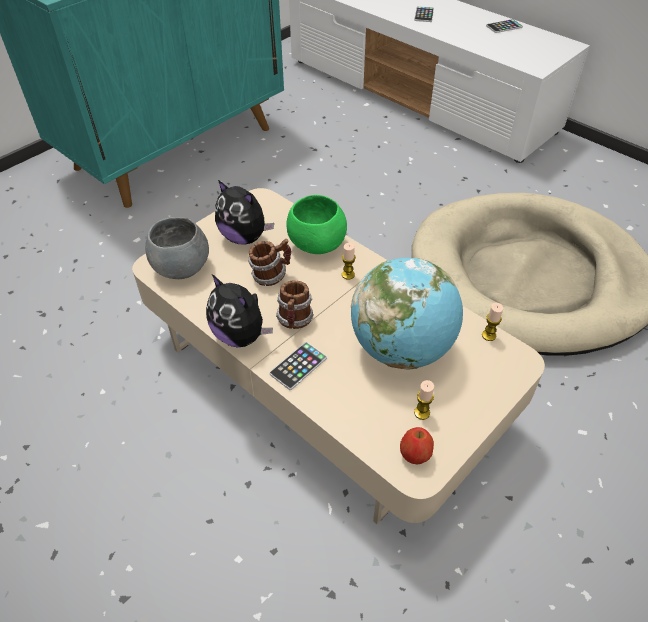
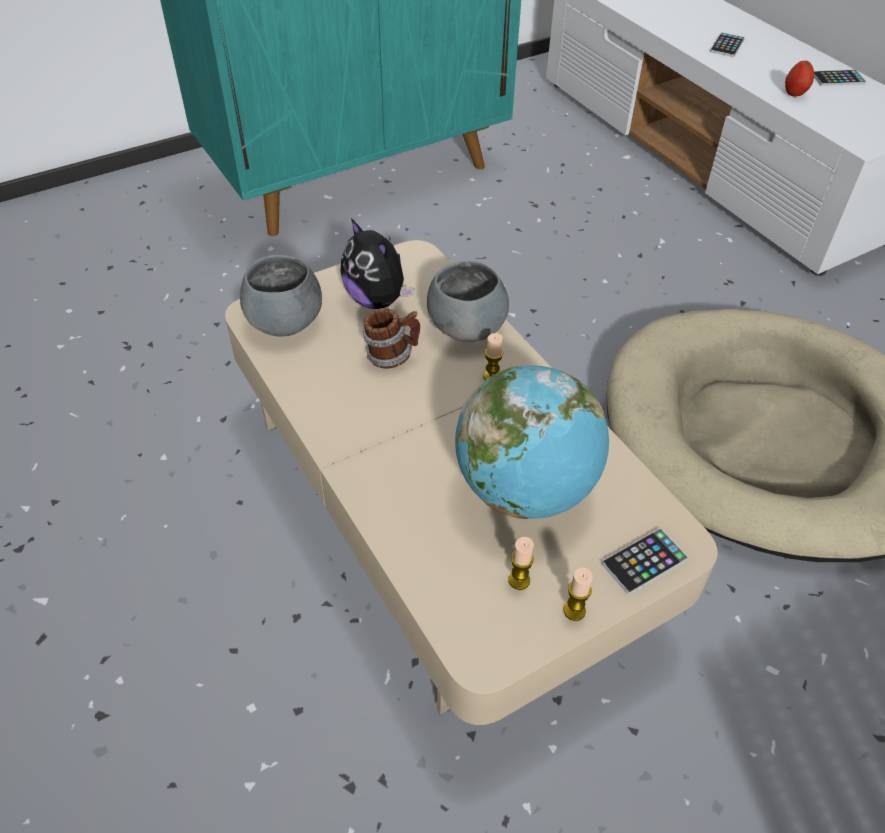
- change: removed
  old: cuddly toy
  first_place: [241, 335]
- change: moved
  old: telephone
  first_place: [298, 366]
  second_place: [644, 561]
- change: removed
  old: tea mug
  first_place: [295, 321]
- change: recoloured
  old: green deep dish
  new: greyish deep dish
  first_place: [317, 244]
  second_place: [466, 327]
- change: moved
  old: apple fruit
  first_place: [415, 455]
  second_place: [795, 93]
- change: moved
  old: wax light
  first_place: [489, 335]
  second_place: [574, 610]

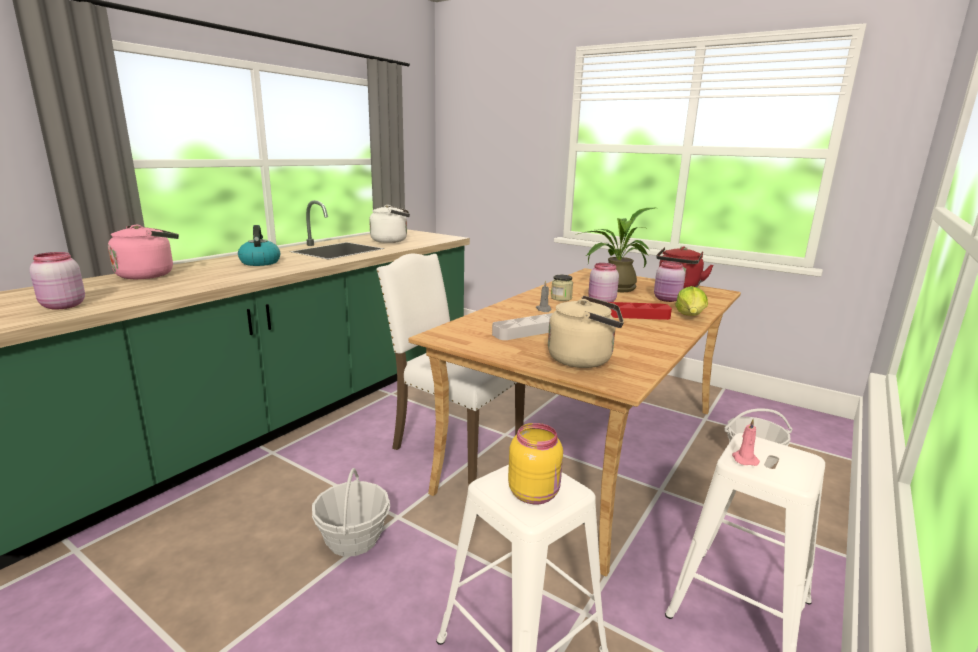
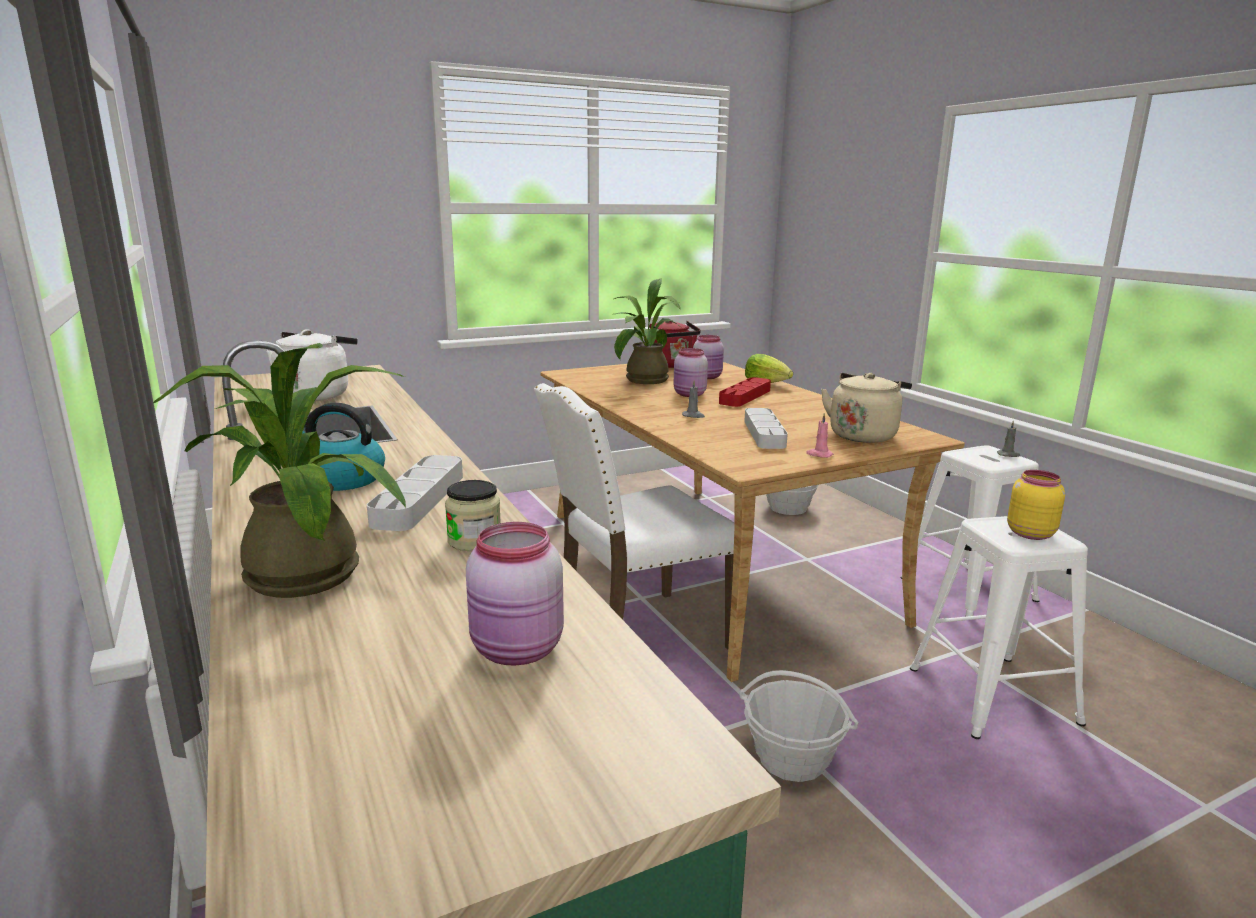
- change: replaced
  old: pink-coloured tea kettle
  new: houseplant
  first_place: [149, 275]
  second_place: [302, 570]
- change: moved
  old: preserve jar
  first_place: [561, 298]
  second_place: [474, 540]
- change: moved
  old: pink-coloured wax light
  first_place: [744, 459]
  second_place: [819, 455]
- change: added
  new: greyish serving tray
  second_place: [419, 499]
- change: added
  new: greyish wax light
  second_place: [1008, 455]

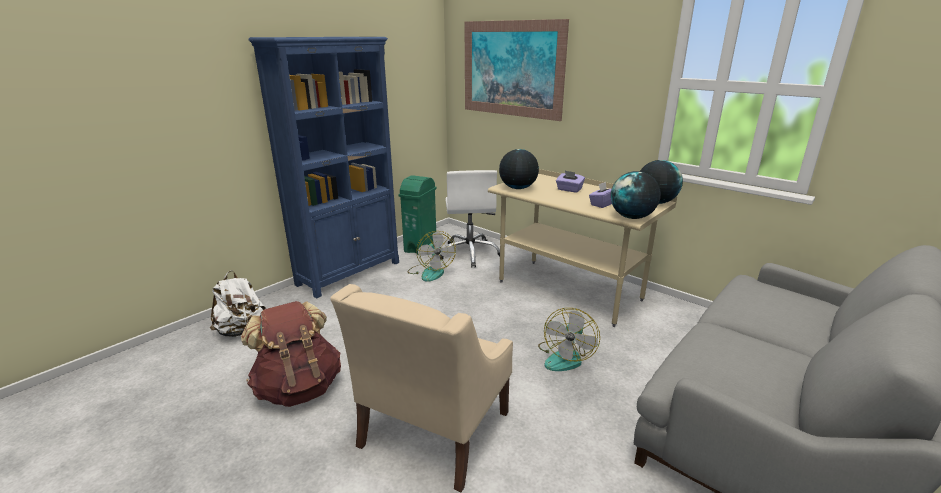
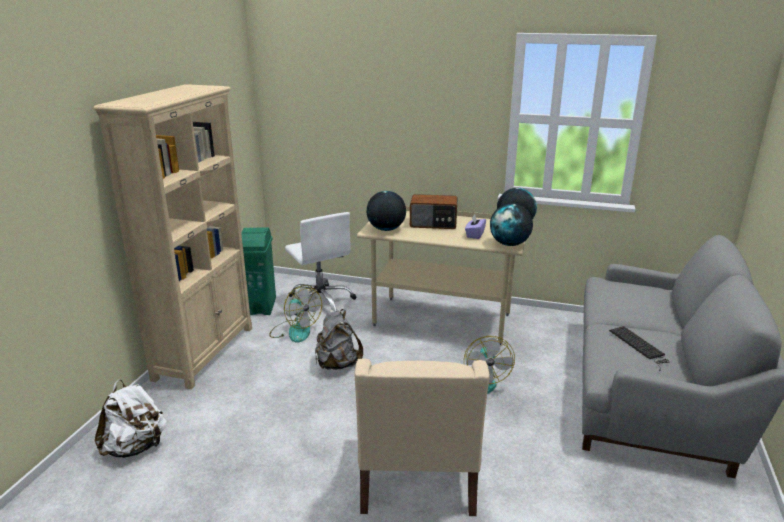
- change: removed
  old: brownish rucksack
  first_place: [299, 388]
- change: recoloured
  old: bluish shelving unit
  new: beige-coloured shelving unit
  first_place: [350, 273]
  second_place: [205, 352]
- change: removed
  old: wall art
  first_place: [511, 69]
- change: replaced
  old: purplish box of tissues
  new: radio
  first_place: [569, 190]
  second_place: [433, 223]
- change: added
  new: greyish rucksack
  second_place: [337, 364]
- change: added
  new: computer keyboard
  second_place: [640, 347]

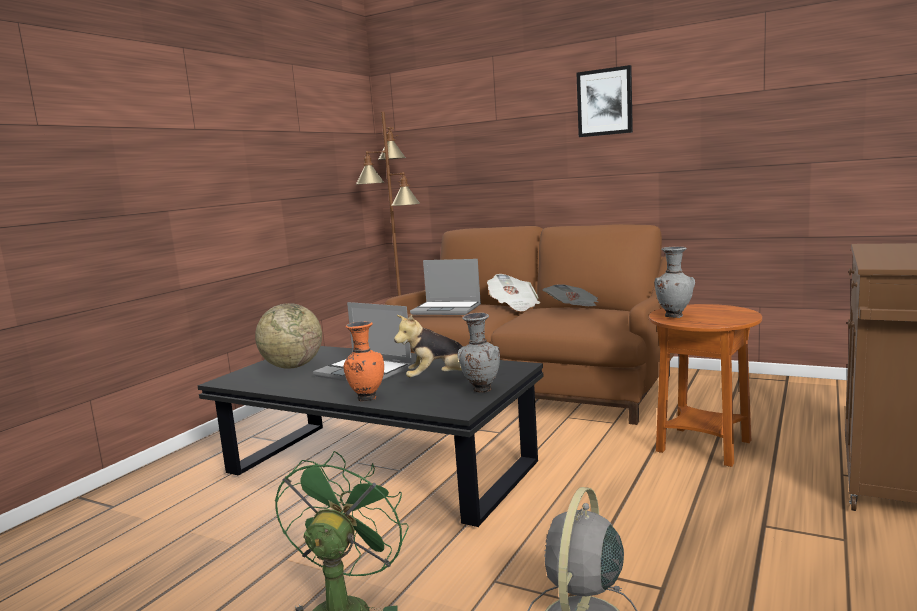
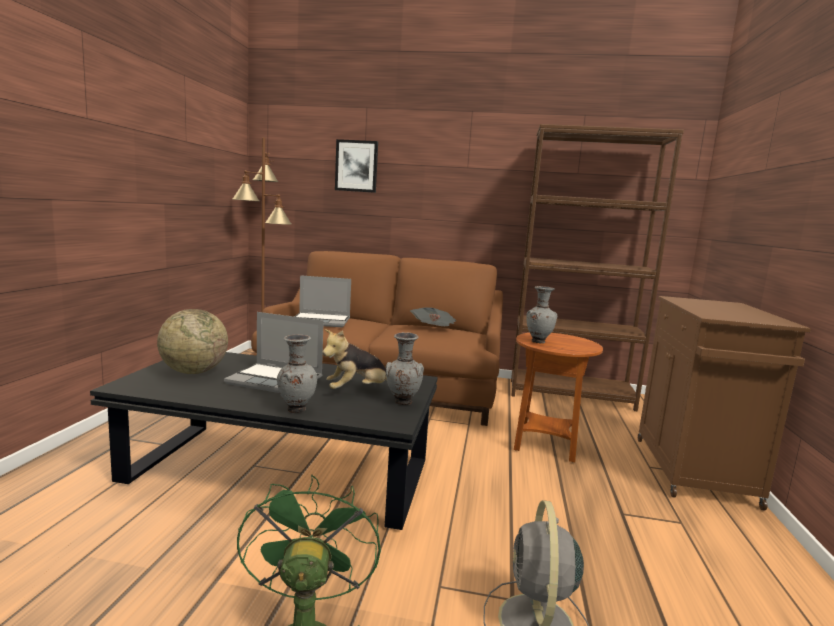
- change: recoloured
  old: orange flower vase
  new: greyish flower vase
  first_place: [366, 398]
  second_place: [296, 409]
- change: removed
  old: newspaper
  first_place: [514, 306]
- change: moved
  old: wall art
  first_place: [605, 102]
  second_place: [356, 166]
- change: added
  new: brownish shelving unit
  second_place: [570, 395]

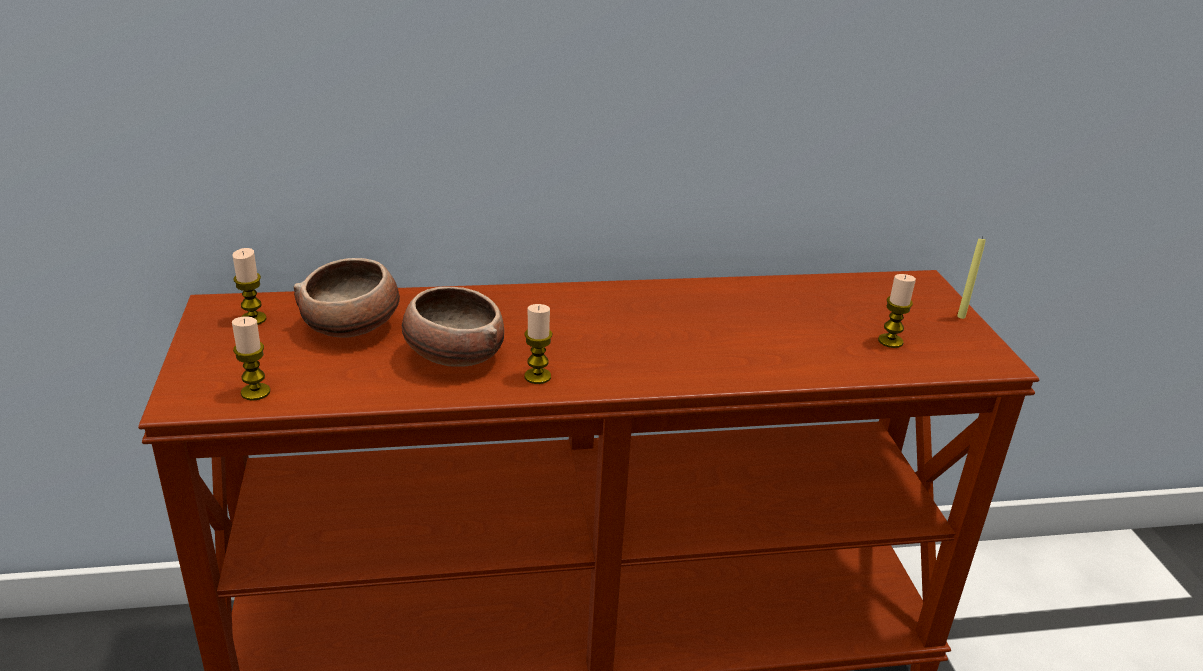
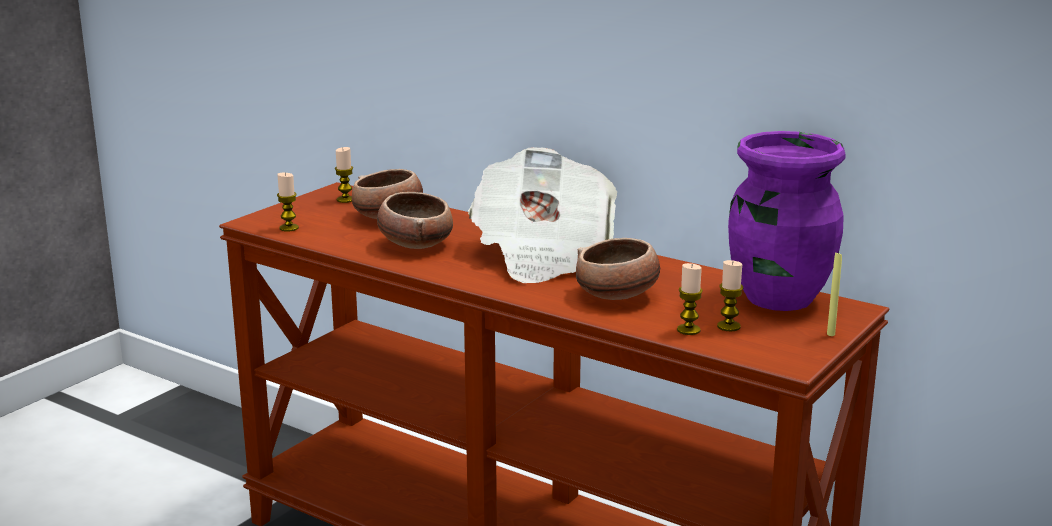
- change: moved
  old: wax light
  first_place: [537, 376]
  second_place: [688, 330]
- change: added
  new: newspaper
  second_place: [543, 255]
- change: added
  new: deep dish
  second_place: [618, 295]
- change: added
  new: purplish flower vase
  second_place: [778, 298]

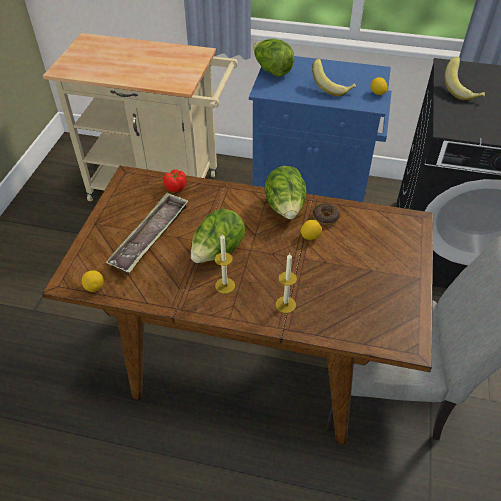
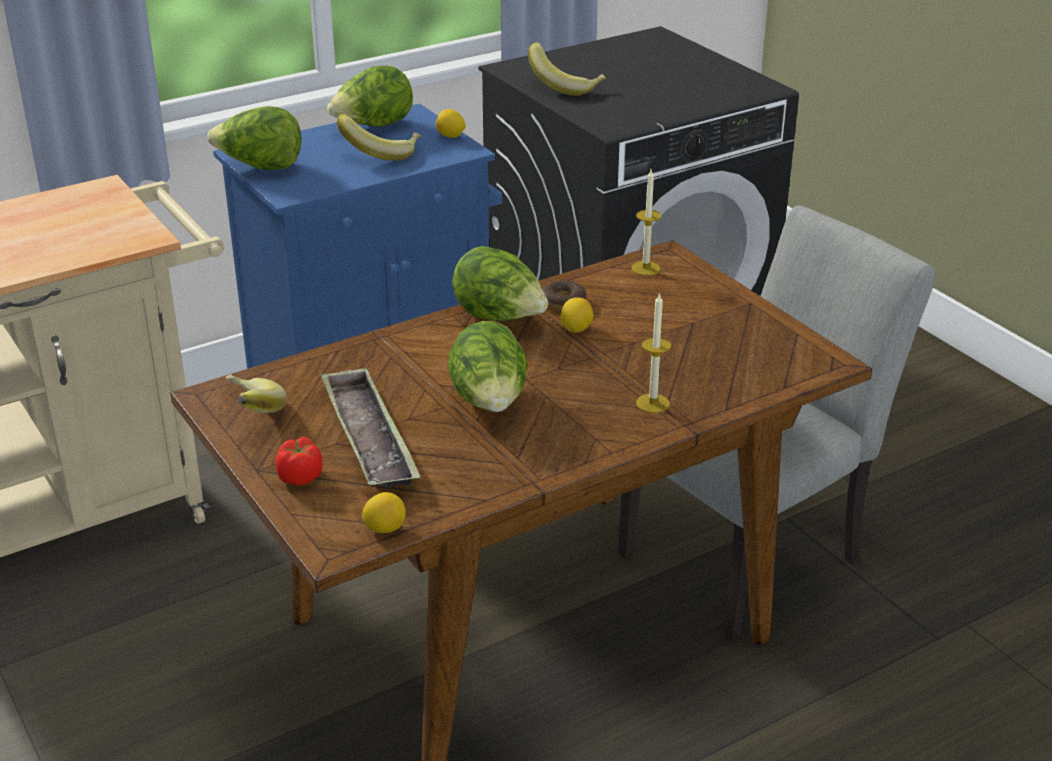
- change: moved
  old: fresh tomato
  first_place: [176, 187]
  second_place: [300, 477]
- change: moved
  old: wax light
  first_place: [225, 285]
  second_place: [645, 268]
- change: added
  new: banana fruit
  second_place: [249, 414]
- change: added
  new: lettuce head
  second_place: [373, 126]

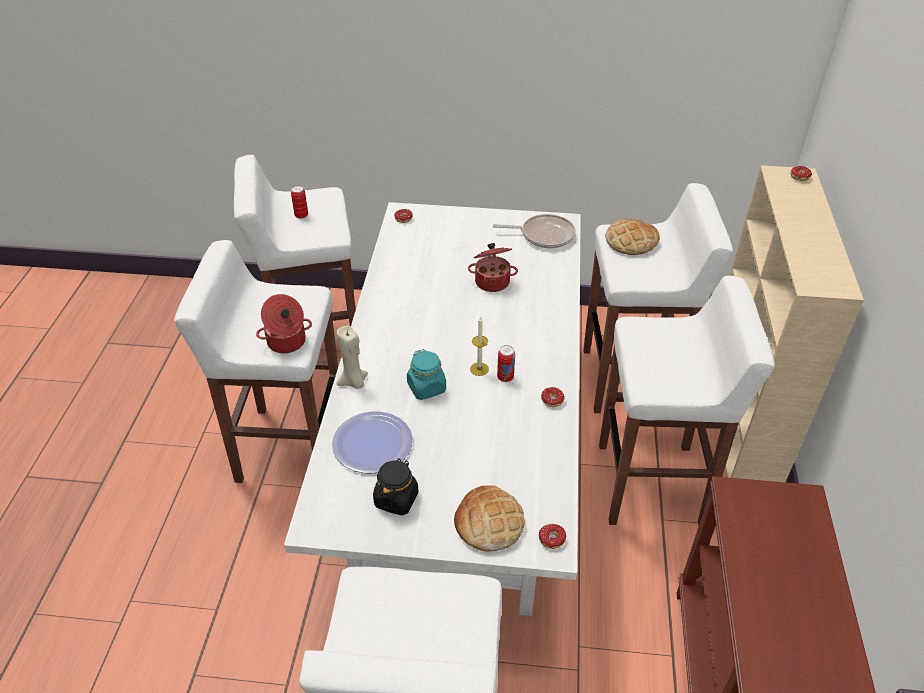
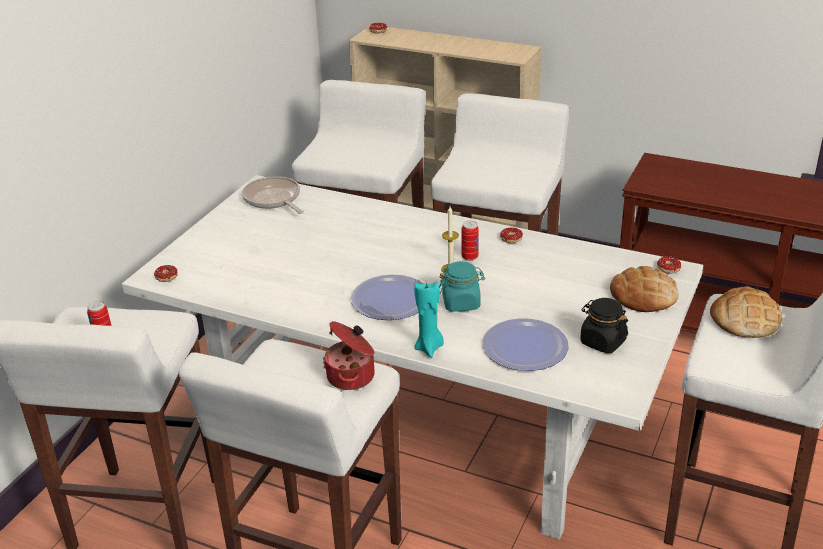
- change: recoloured
  old: beige-coloured wax light
  new: turquoise-coloured wax light
  first_place: [353, 382]
  second_place: [429, 348]
- change: removed
  old: stockpot
  first_place: [492, 281]
- change: turned
  old: skillet
  first_place: [544, 235]
  second_place: [273, 199]
  degrees: -60
- change: moved
  old: bread
  first_place: [631, 241]
  second_place: [744, 319]
- change: added
  new: plate
  second_place: [390, 299]

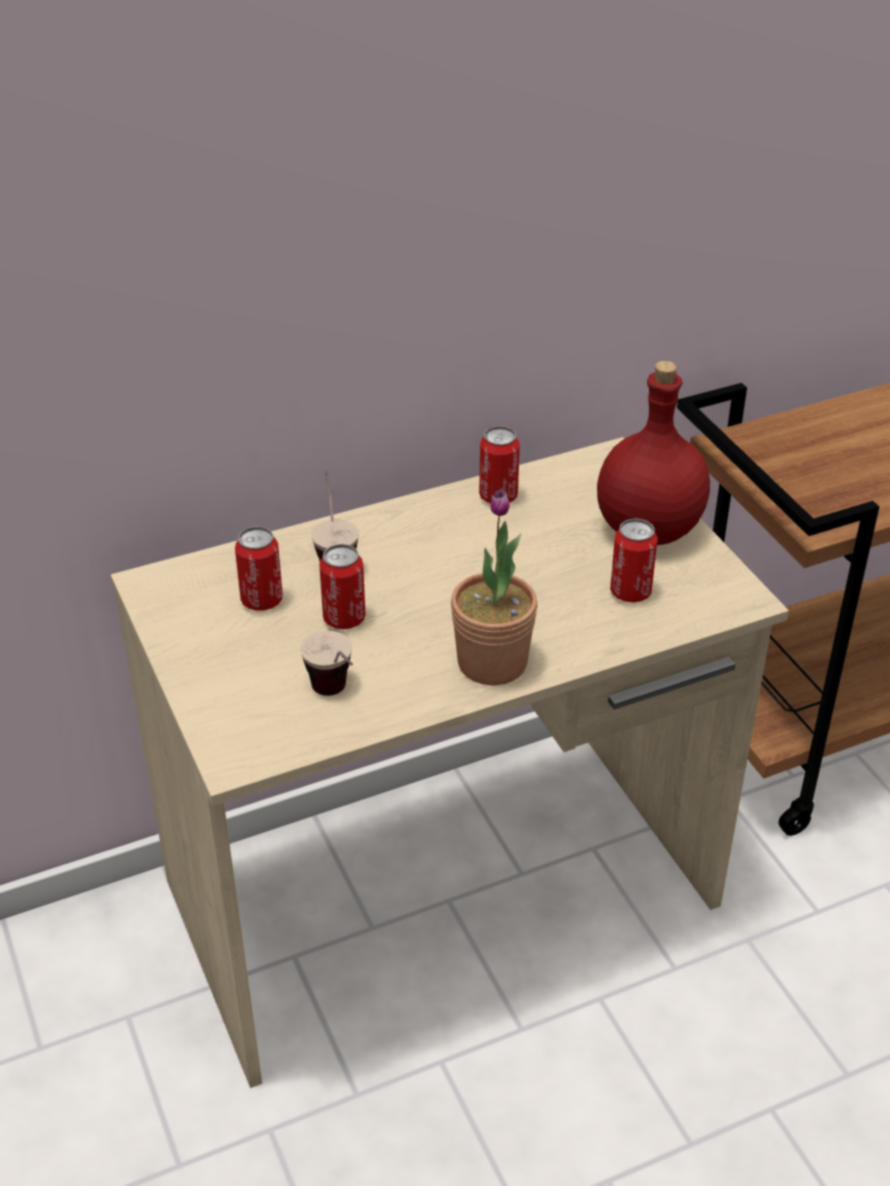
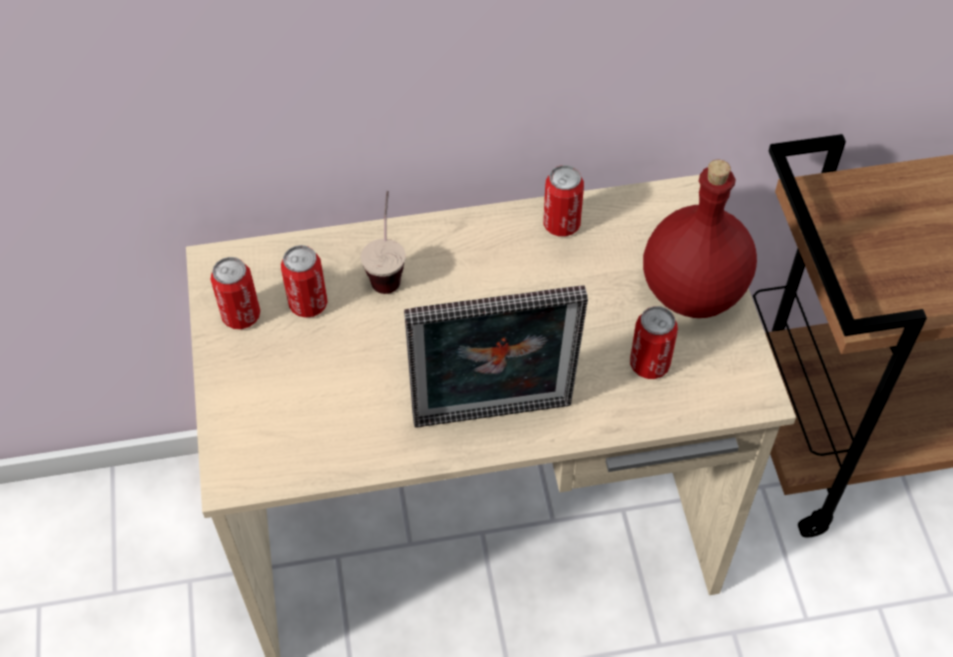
- change: removed
  old: drinking cup
  first_place: [336, 698]
- change: moved
  old: sealed can
  first_place: [344, 618]
  second_place: [241, 315]
- change: replaced
  old: houseplant
  new: standing frame
  first_place: [492, 663]
  second_place: [493, 419]

